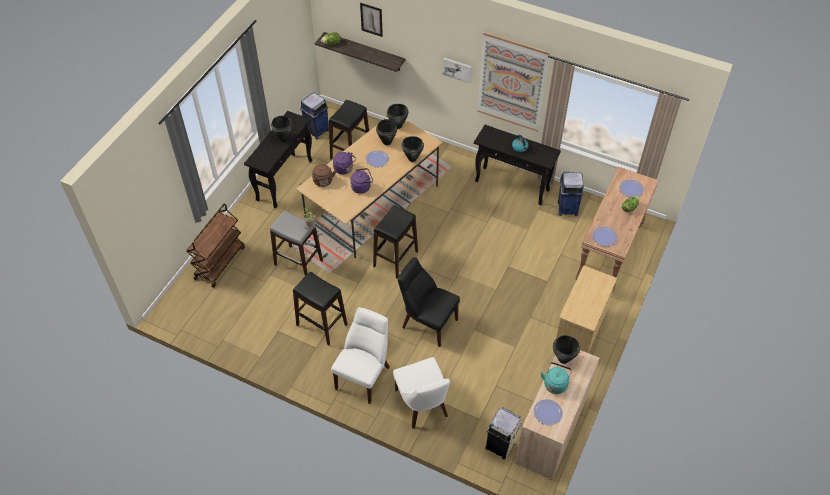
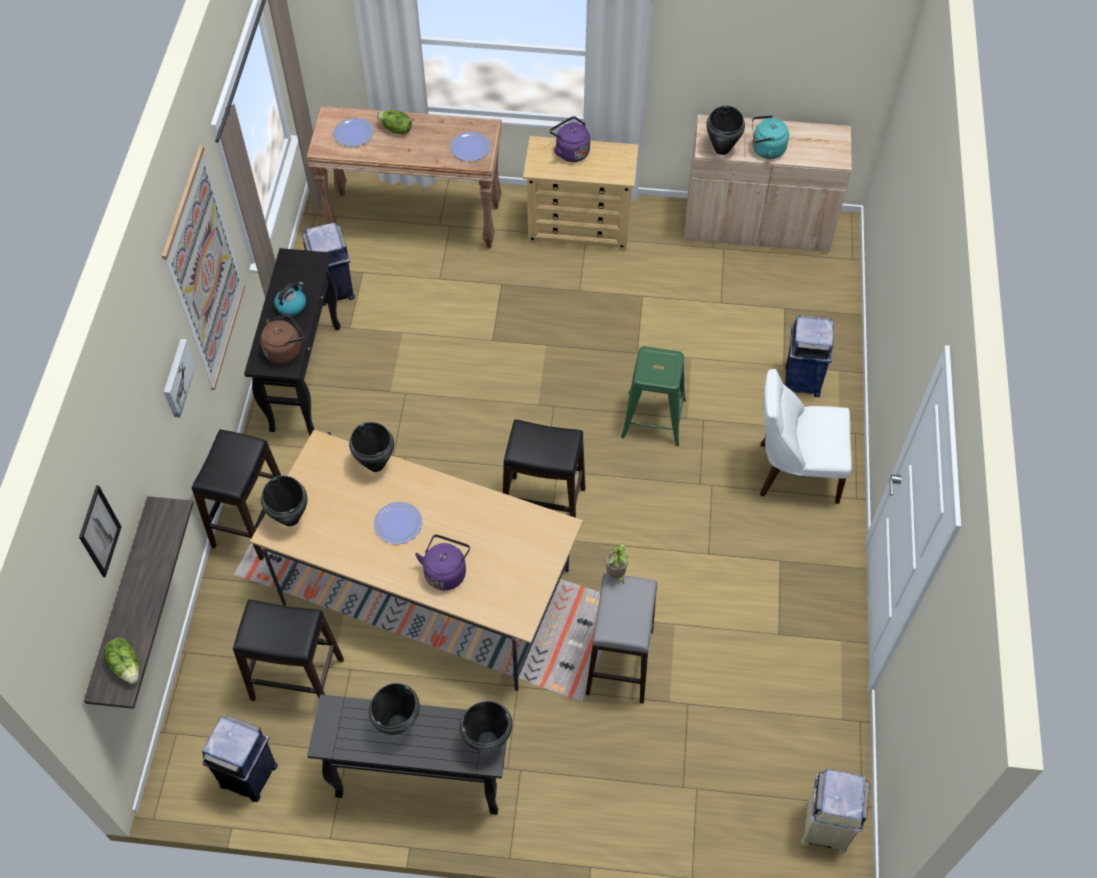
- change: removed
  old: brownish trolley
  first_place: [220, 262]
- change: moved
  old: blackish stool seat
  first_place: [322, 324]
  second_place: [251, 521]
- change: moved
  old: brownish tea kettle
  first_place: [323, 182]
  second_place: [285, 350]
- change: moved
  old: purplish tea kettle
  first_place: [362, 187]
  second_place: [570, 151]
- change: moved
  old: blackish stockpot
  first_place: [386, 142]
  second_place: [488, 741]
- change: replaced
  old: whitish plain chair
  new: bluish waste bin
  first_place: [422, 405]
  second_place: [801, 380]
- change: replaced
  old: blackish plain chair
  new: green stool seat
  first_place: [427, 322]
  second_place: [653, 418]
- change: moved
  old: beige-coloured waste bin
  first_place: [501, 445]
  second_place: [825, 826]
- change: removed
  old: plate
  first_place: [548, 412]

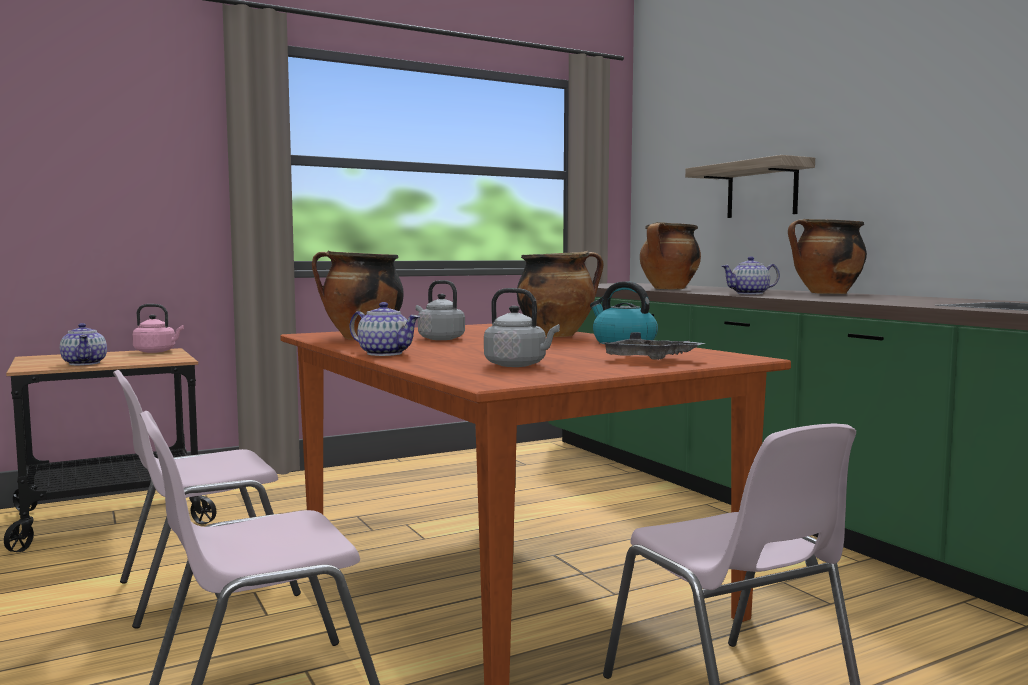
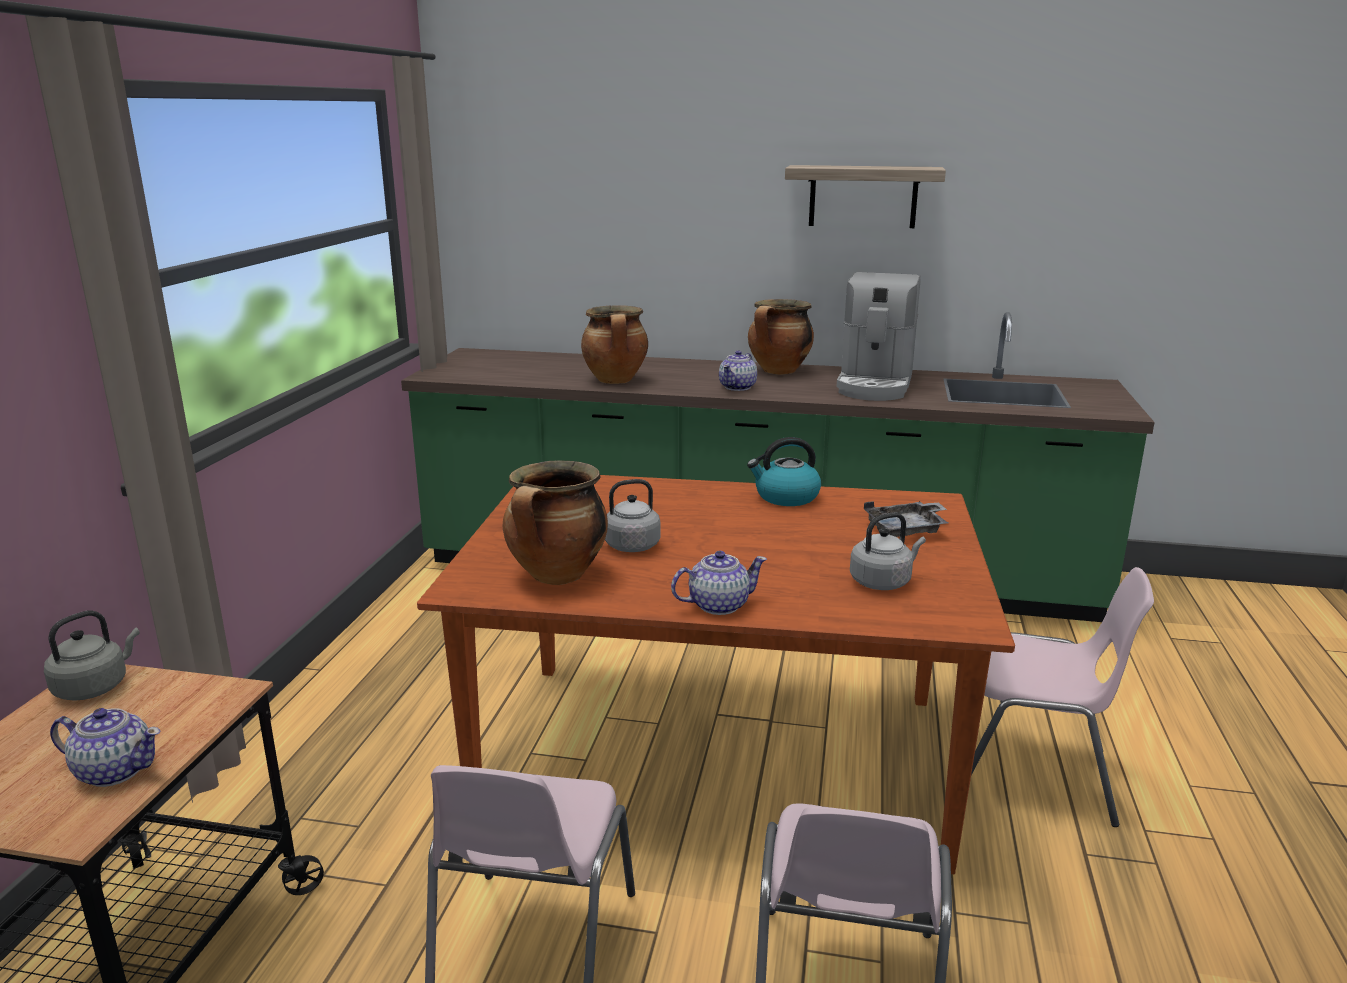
- change: recoloured
  old: pink-coloured tea kettle
  new: greyish tea kettle
  first_place: [157, 351]
  second_place: [95, 687]
- change: removed
  old: stockpot
  first_place: [557, 335]
- change: moved
  old: bracket shelf
  first_place: [762, 190]
  second_place: [863, 196]
- change: added
  new: coffee maker
  second_place: [875, 385]

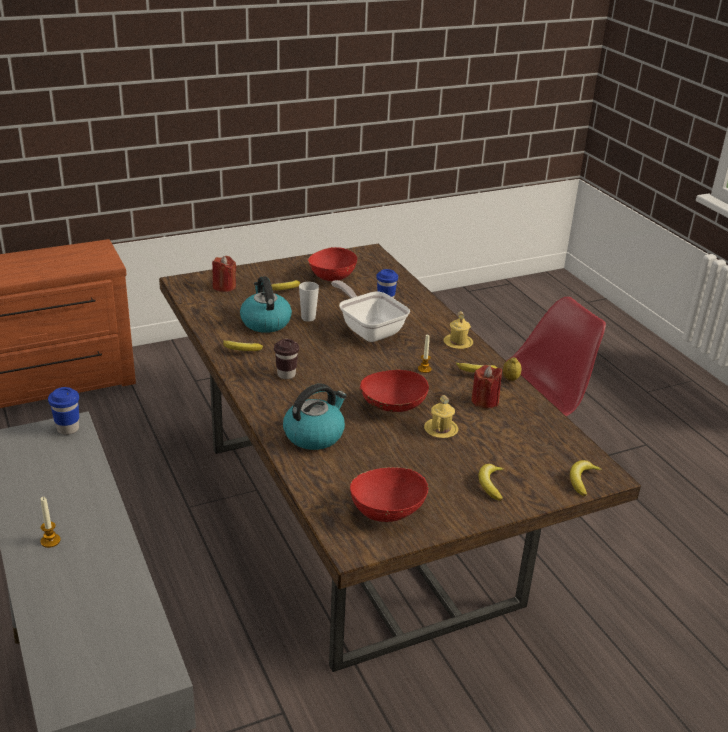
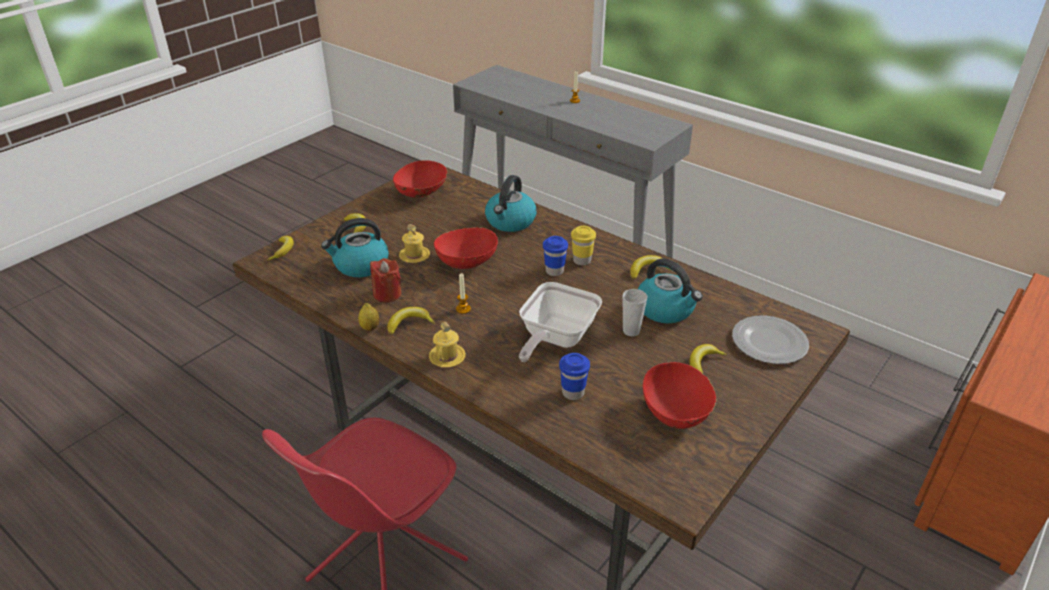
- change: moved
  old: bluish drinking cup
  first_place: [68, 429]
  second_place: [554, 271]
- change: replaced
  old: red wax light
  new: plate
  first_place: [224, 286]
  second_place: [768, 342]
- change: recoloured
  old: brownish drinking cup
  new: yellow-coloured drinking cup
  first_place: [286, 374]
  second_place: [582, 260]
- change: turned
  old: skillet
  first_place: [369, 330]
  second_place: [555, 339]
  degrees: 90
- change: added
  new: tea kettle
  second_place: [360, 265]

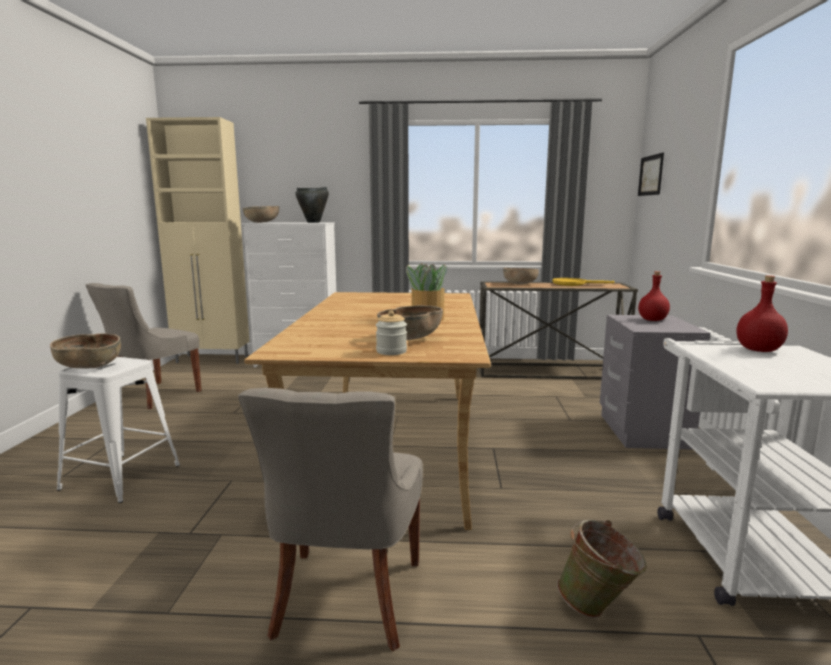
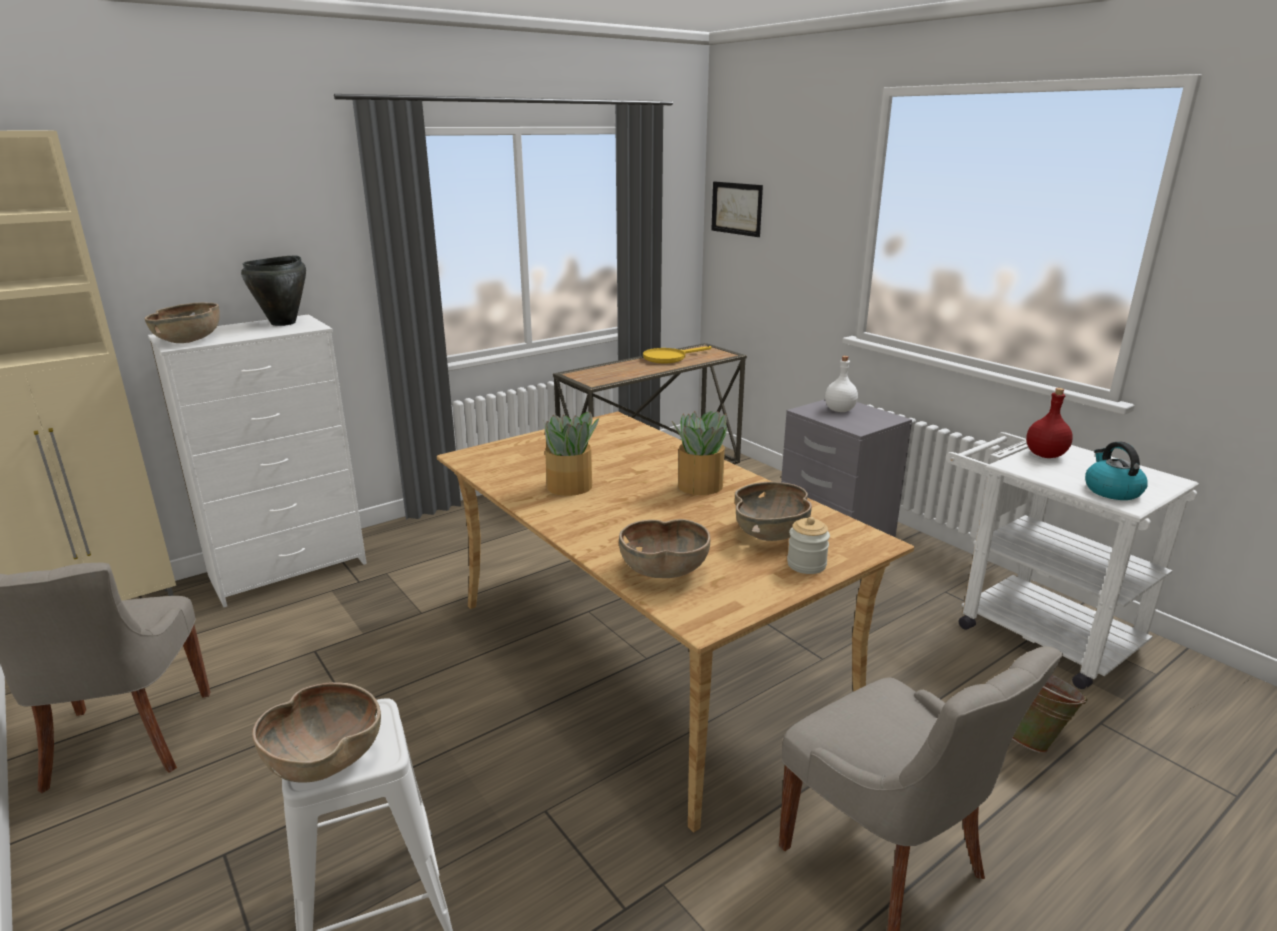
- change: moved
  old: brownish deep dish
  first_place: [519, 284]
  second_place: [664, 571]
- change: recoloured
  old: red bottle
  new: whitish bottle
  first_place: [652, 320]
  second_place: [839, 410]
- change: added
  new: houseplant
  second_place: [570, 487]
- change: added
  new: tea kettle
  second_place: [1111, 490]

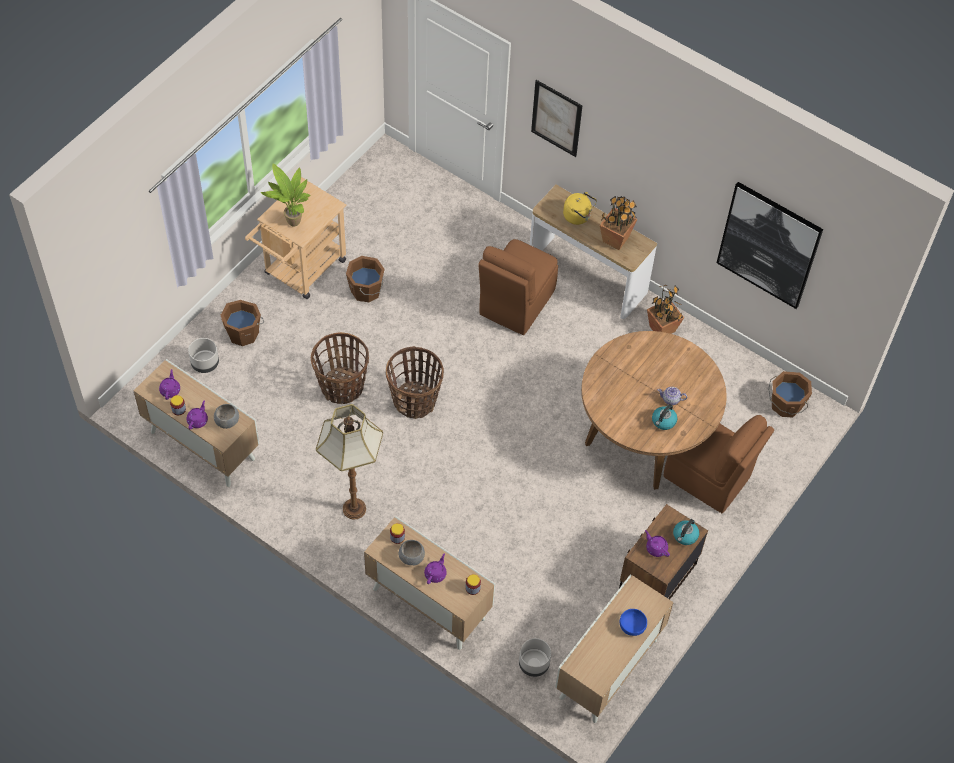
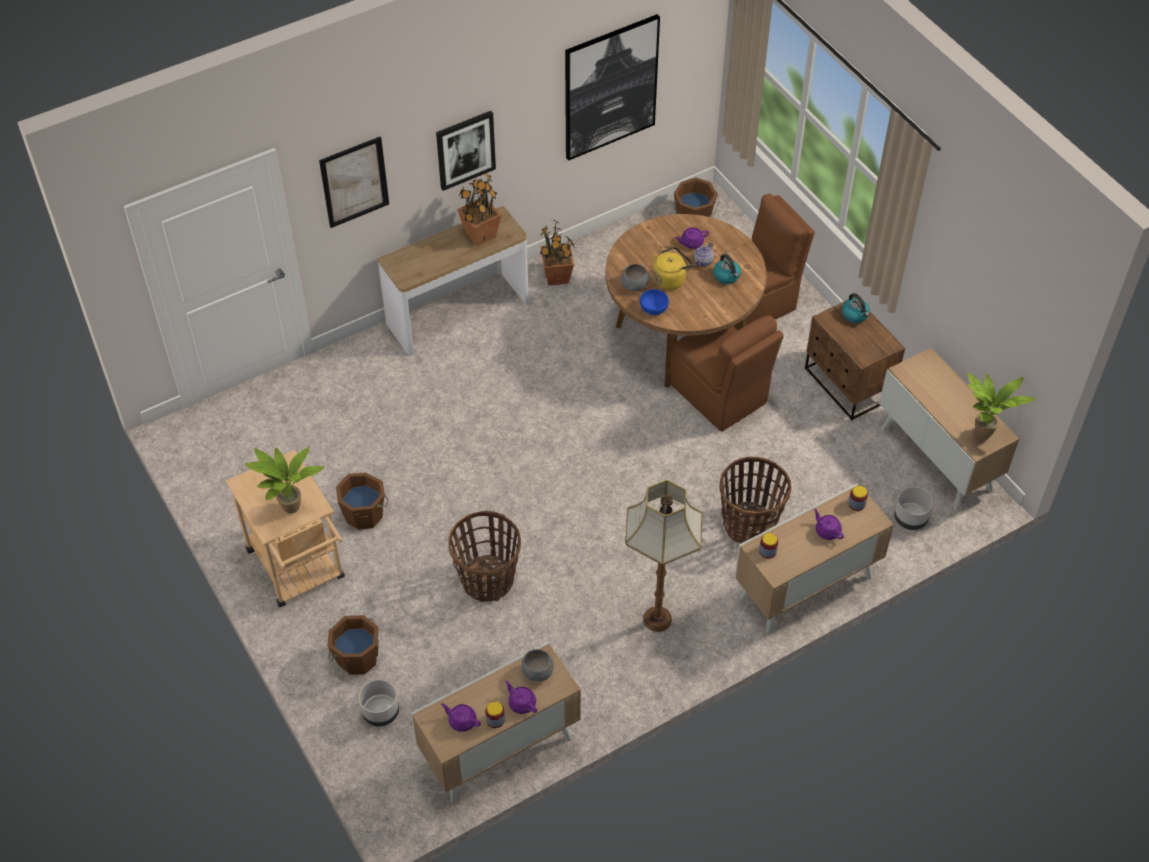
- change: moved
  old: household basket
  first_place: [414, 401]
  second_place: [749, 524]
- change: moved
  old: greyish deep dish
  first_place: [411, 557]
  second_place: [634, 285]
- change: moved
  old: brownish plain chair
  first_place: [515, 303]
  second_place: [719, 395]
- change: moved
  old: yellow-coloured tea kettle
  first_place: [578, 216]
  second_place: [670, 279]
- change: moved
  old: bluish deep dish
  first_place: [632, 626]
  second_place: [653, 308]
- change: moved
  old: purplish teapot
  first_place: [656, 548]
  second_place: [691, 243]
- change: added
  new: wall art
  second_place: [465, 149]
- change: added
  new: houseplant
  second_place: [983, 436]

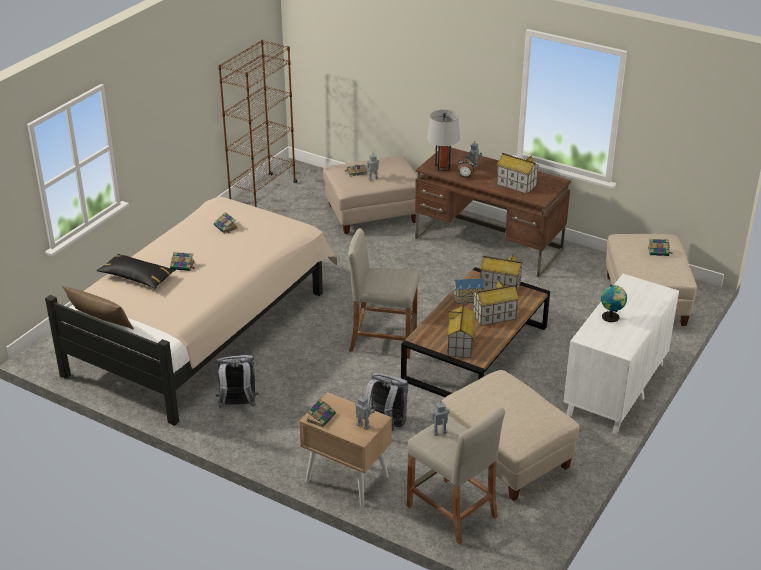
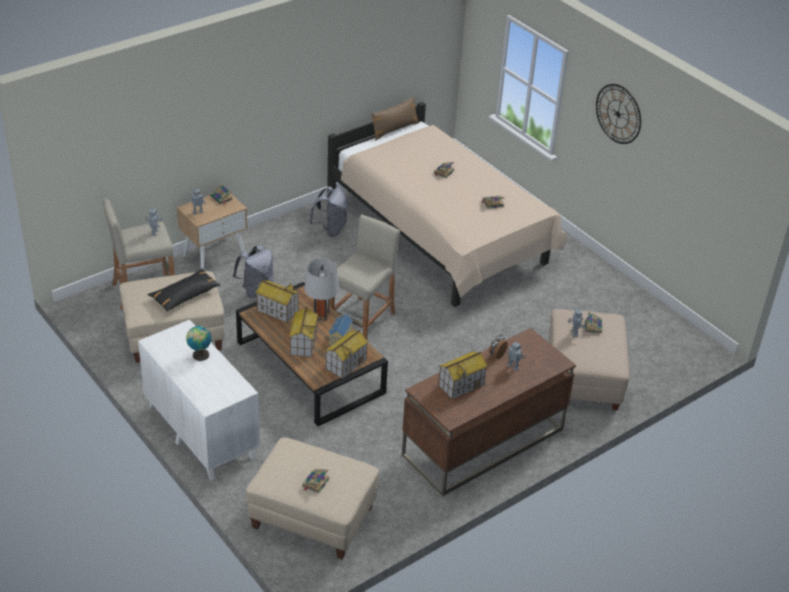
- change: moved
  old: blackish cushion
  first_place: [137, 277]
  second_place: [185, 295]
- change: removed
  old: brownish shelving unit
  first_place: [263, 193]
- change: moved
  old: greyish tabletop lamp
  first_place: [442, 167]
  second_place: [321, 315]
- change: added
  new: hanging clock
  second_place: [618, 114]

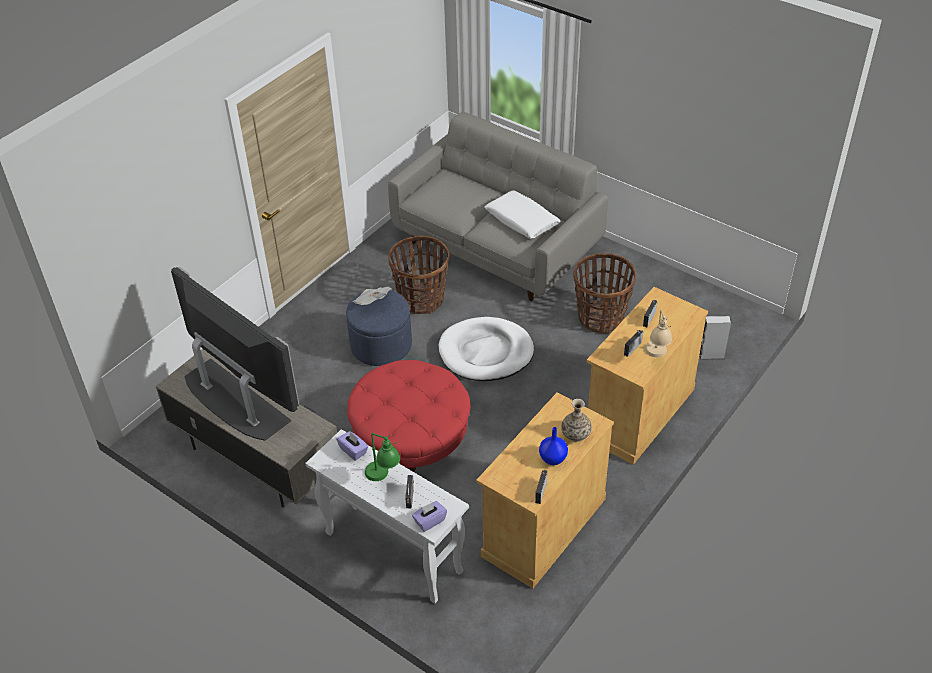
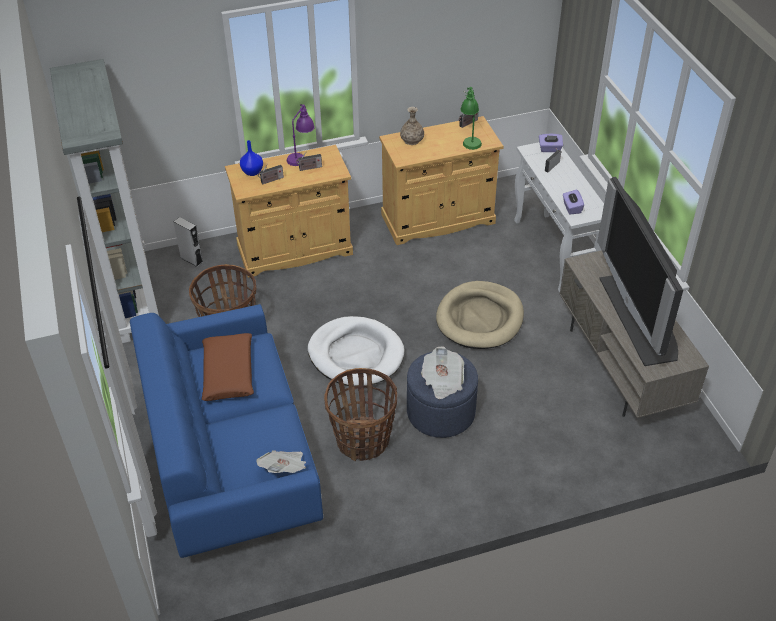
- change: replaced
  old: red footrest
  new: beige-coloured dog bed
  first_place: [411, 438]
  second_place: [480, 318]
- change: moved
  old: green tabletop lamp
  first_place: [384, 477]
  second_place: [469, 139]
- change: recoloured
  old: greyish couch
  new: bluish couch
  first_place: [497, 247]
  second_place: [232, 459]
- change: recoloured
  old: whitish cushion
  new: brownish cushion
  first_place: [521, 221]
  second_place: [229, 373]
- change: moved
  old: bluish flower vase
  first_place: [553, 459]
  second_place: [252, 172]
- change: recoloured
  old: beige-coloured tabletop lamp
  new: purplish tabletop lamp
  first_place: [657, 356]
  second_place: [301, 156]
- change: added
  new: greyish shelving unit
  second_place: [133, 297]
- change: added
  new: newspaper
  second_place: [284, 469]

